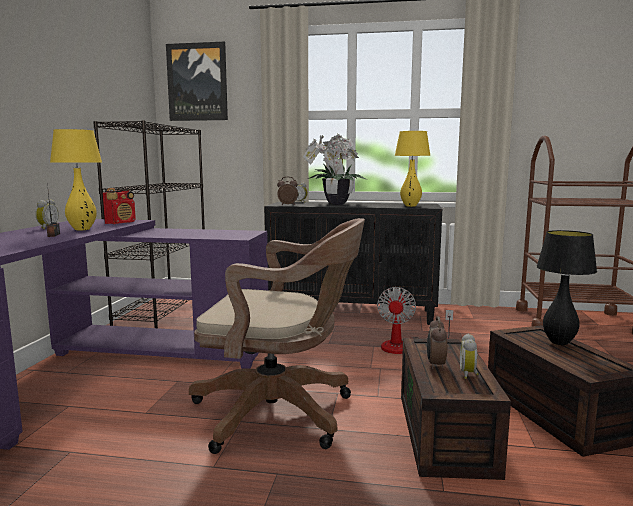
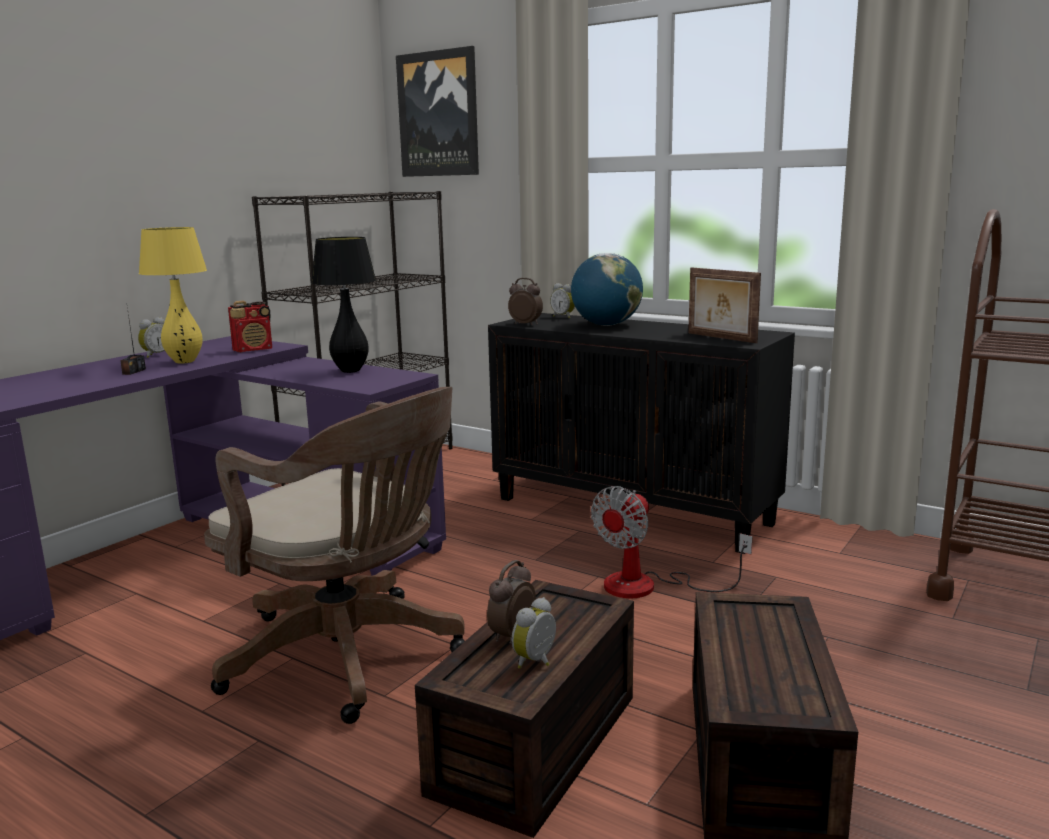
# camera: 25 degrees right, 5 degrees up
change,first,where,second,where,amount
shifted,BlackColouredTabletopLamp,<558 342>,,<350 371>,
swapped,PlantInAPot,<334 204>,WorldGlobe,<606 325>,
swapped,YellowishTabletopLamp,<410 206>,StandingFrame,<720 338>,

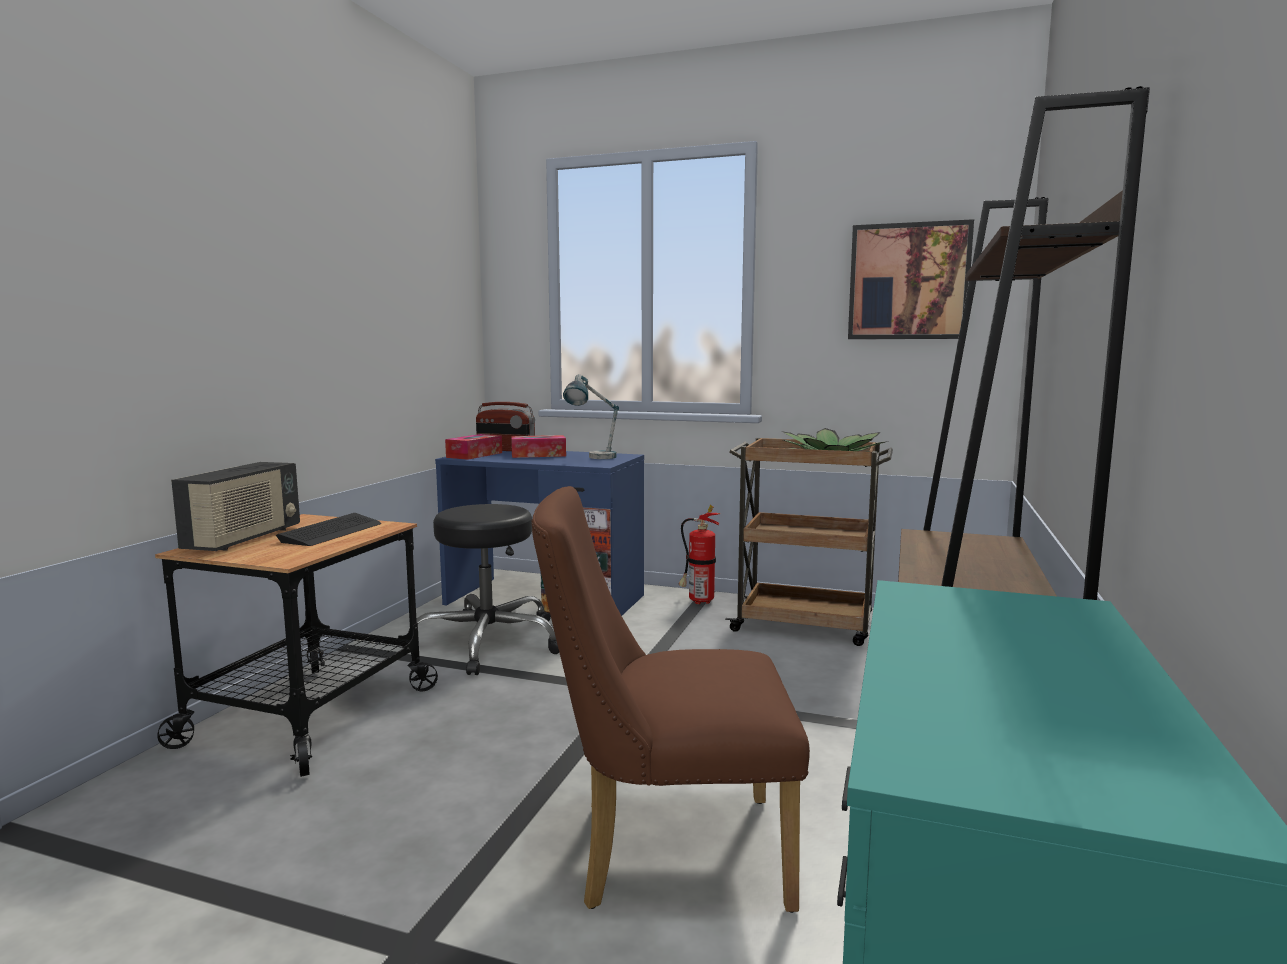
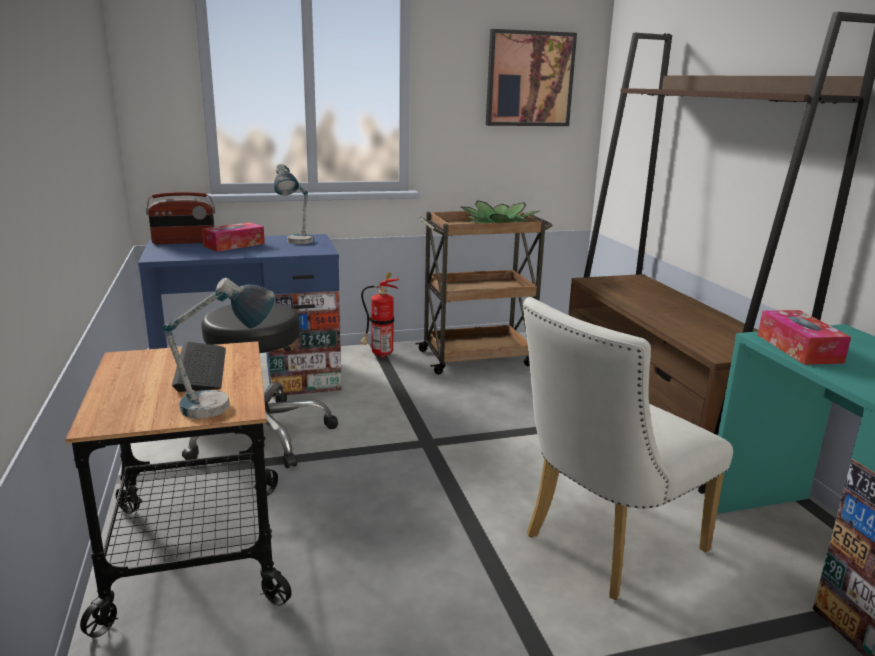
# camera: 35 degrees left, 10 degrees up
change,first,where,second,where,amount
gone,RadioSet,<244 539>,,,
new,,,TabletopLamp,<225 409>,
shifted,TissueHolder,<474 455>,,<798 348>,
repainted,BrownishChair,<664 852>,WhiteColouredChair,<604 546>,

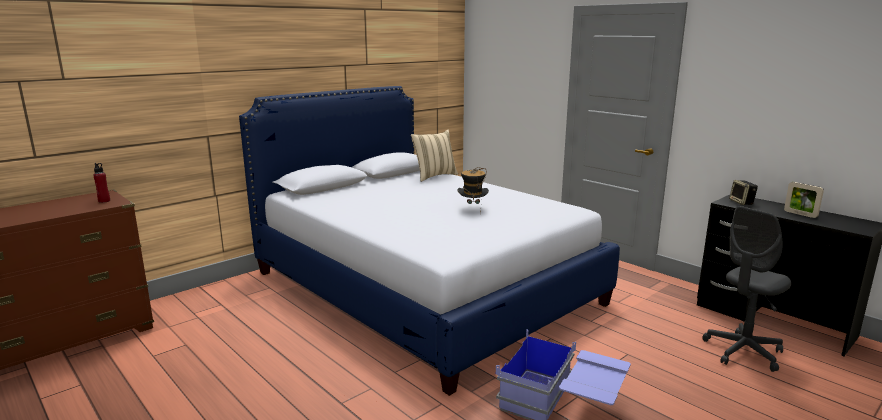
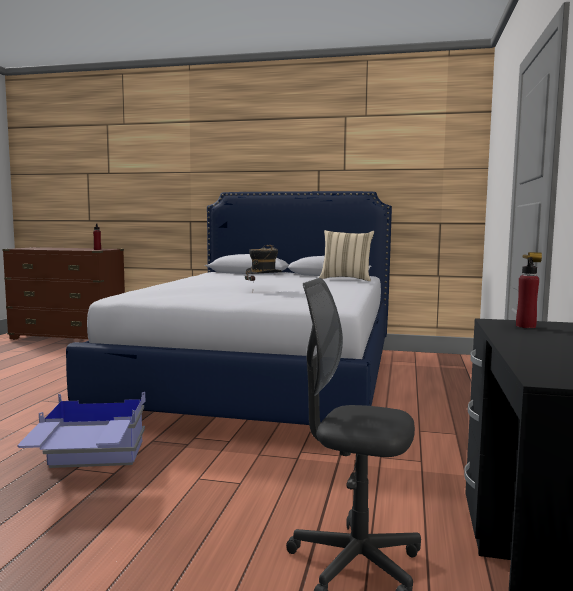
# camera: 55 degrees right, 10 degrees down
change,first,where,second,where,amount
gone,StandingFrame,<800 214>,,,
swapped,Loudspeaker,<742 202>,ReddishDrinkBottle,<525 326>,

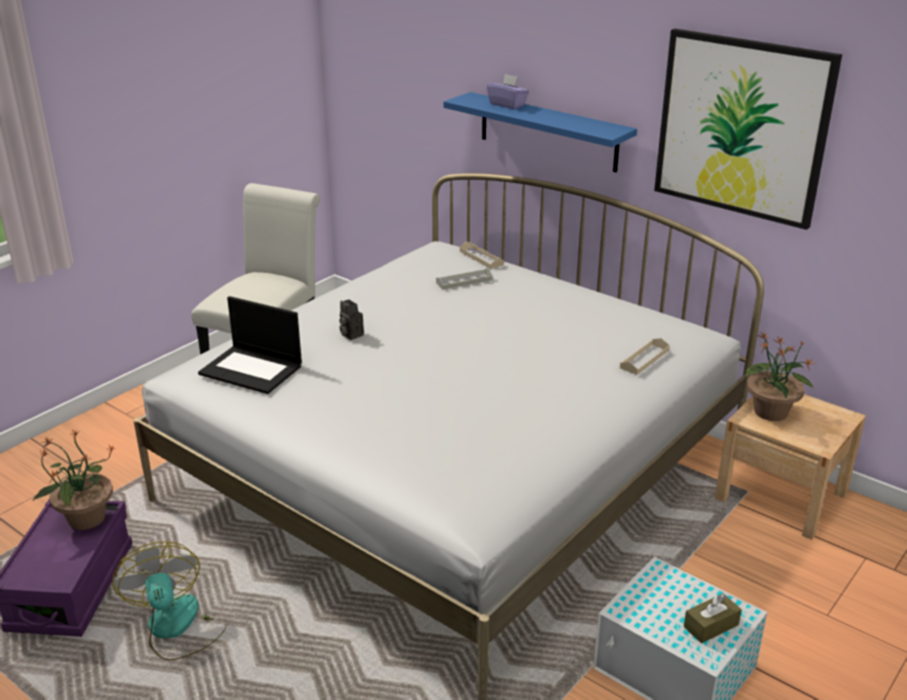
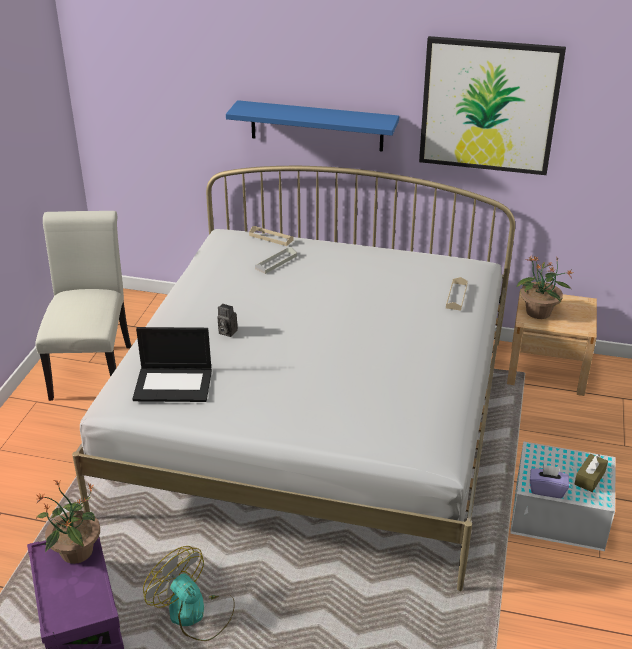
# camera: 25 degrees left, 5 degrees up
change,first,where,second,where,amount
shifted,PurplishTissueHolder,<507 104>,,<547 489>,

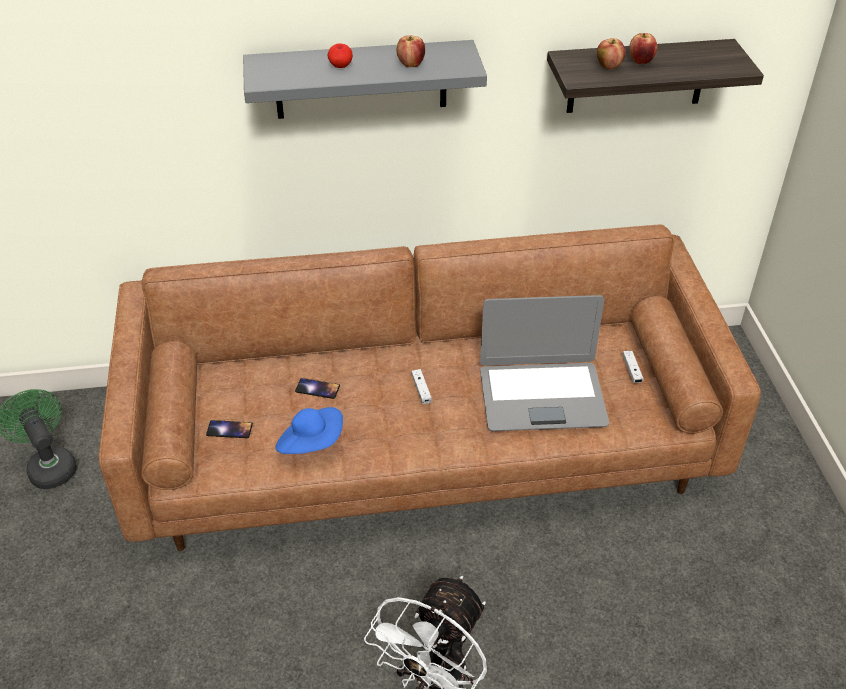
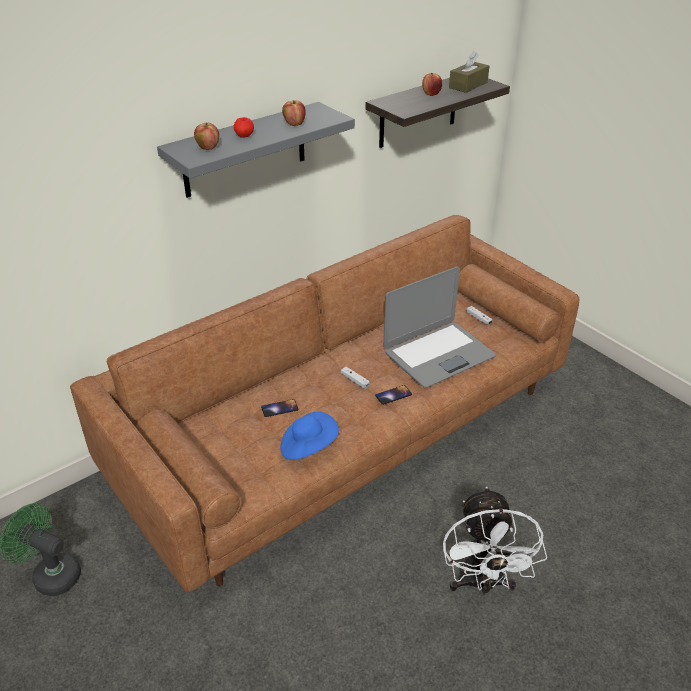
# camera: 30 degrees left, 5 degrees down
change,first,where,second,where,amount
new,,,BrownishTissueHolder,<468 85>,
shifted,Handset,<229 429>,,<393 395>,
shifted,WholeApple,<609 66>,,<208 148>,

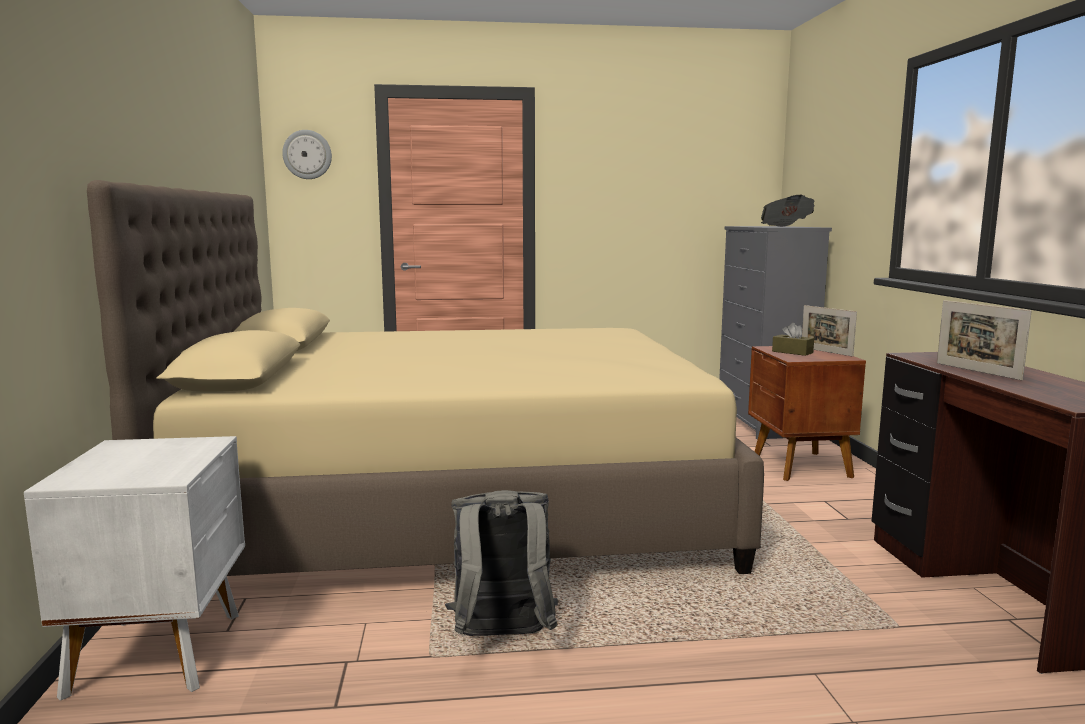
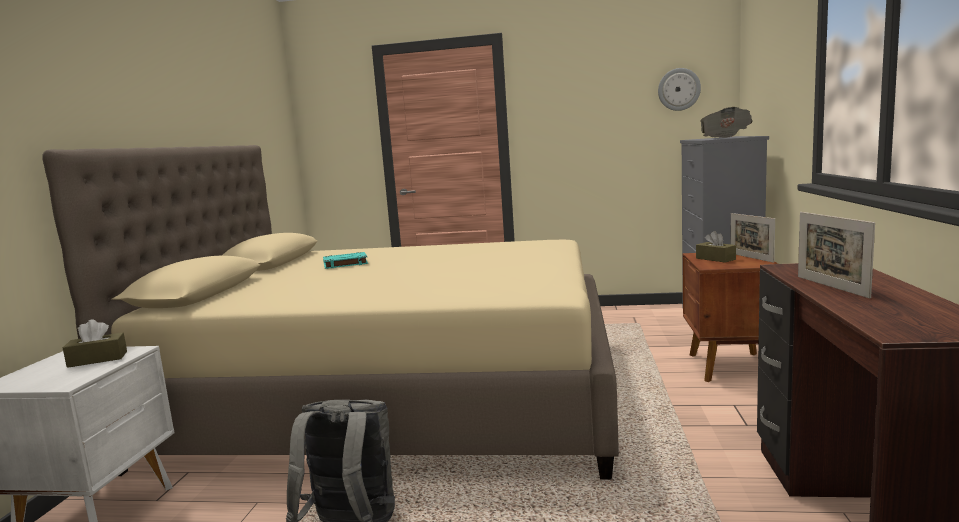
# camera: 15 degrees right, 0 degrees up
change,first,where,second,where,amount
new,,,BrownishTissueHolder,<97 359>,
new,,,BlueGreenBook,<345 264>,
shifted,WallClock,<307 154>,,<679 89>,

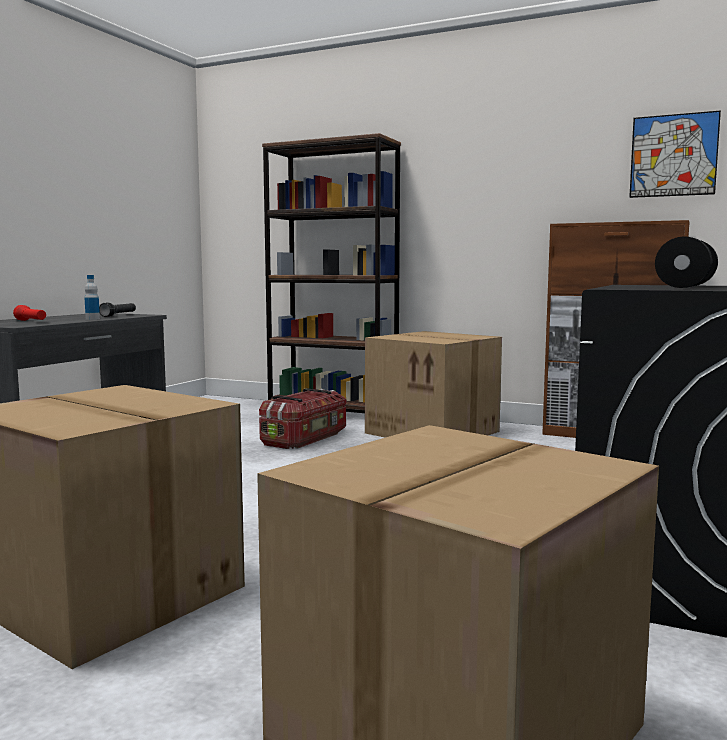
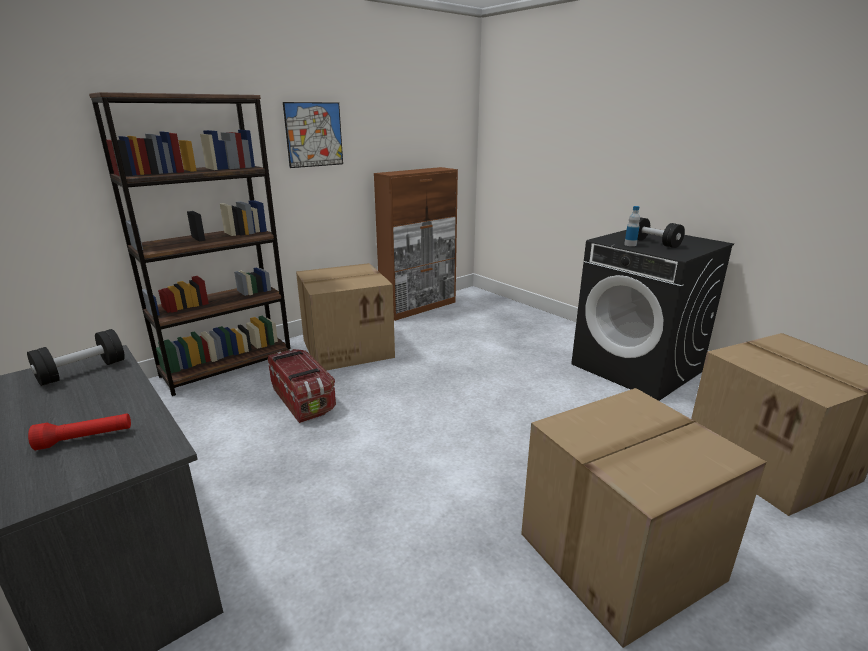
# camera: 65 degrees left, 15 degrees up
change,first,where,second,where,amount
shifted,DrinkBottle,<92 319>,,<630 244>,
shifted,Picture,<673 155>,,<314 134>,
swapped,BlackColouredHandTorch,<119 315>,BlackColouredFreeWeight,<82 371>,

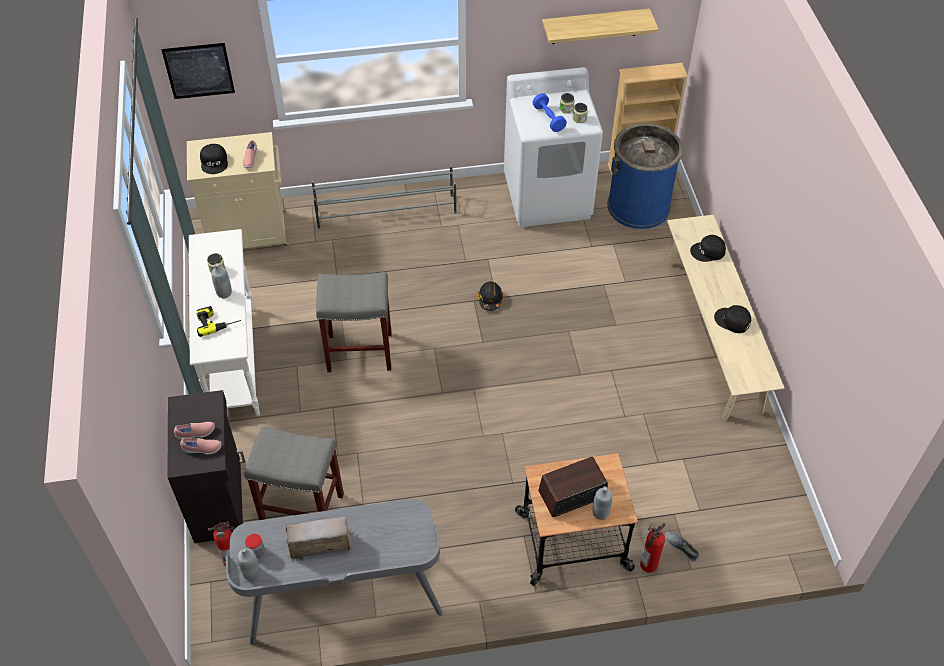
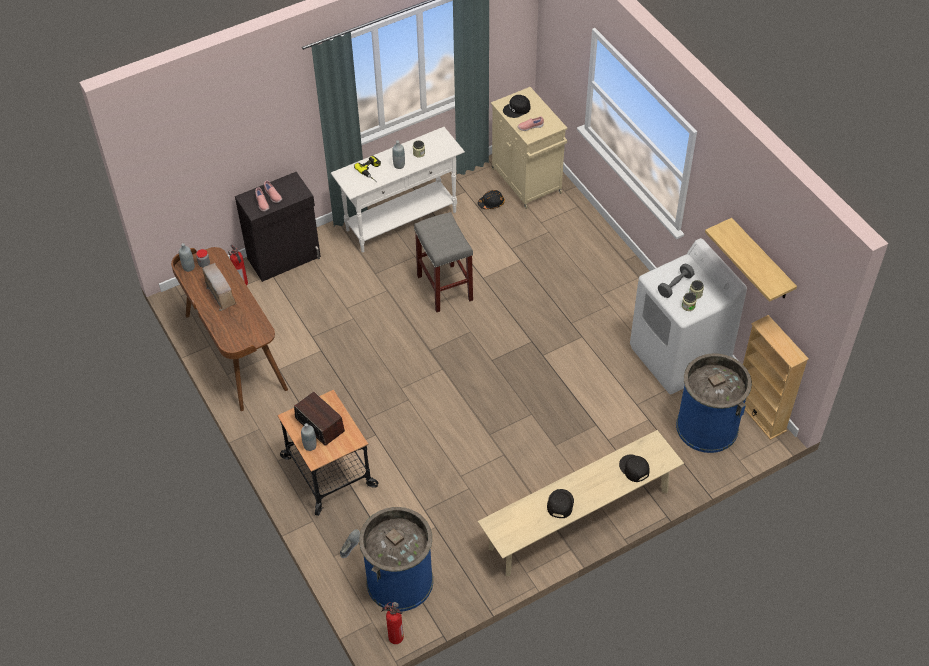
# camera: 70 degrees right, 0 degrees up
change,first,where,second,where,amount
gone,Picture,<199 70>,,,
gone,GreyishStool,<304 510>,,,
gone,GreyishShoeRack,<387 212>,,,
new,,,BluishWasteBin,<399 581>,
shifted,BlackColouredWorkHelmet,<490 299>,,<491 203>,
shifted,Extinguisher,<648 565>,,<394 637>,
repainted,GreyishDesk,<344 599>,BrownishDesk,<234 352>,
repainted,BluishFreeWeight,<548 119>,GreyishFreeWeight,<675 285>,

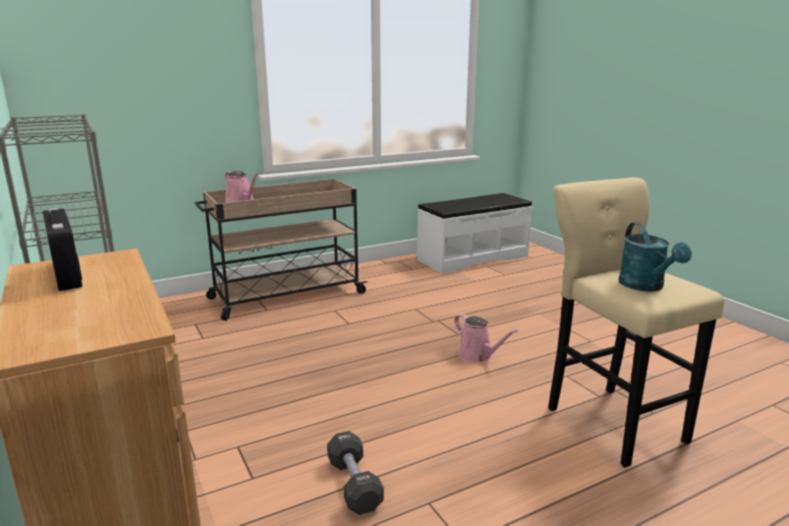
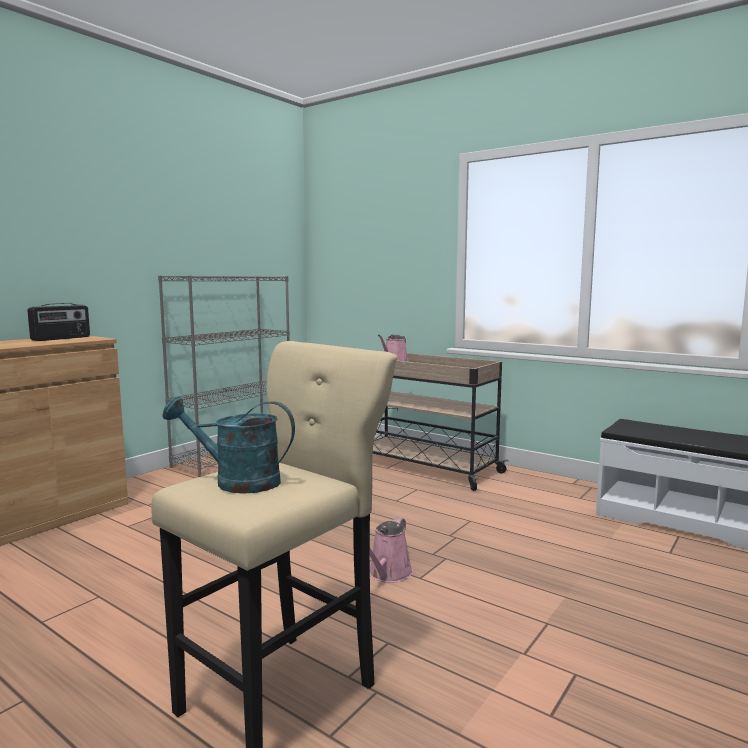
# camera: 65 degrees right, 10 degrees down
change,first,where,second,where,amount
gone,BlackColouredFreeWeight,<354 484>,,,
rotated,BlueGreenSprinklingCan,<646 286>,,<236 482>,45 degrees clockwise

